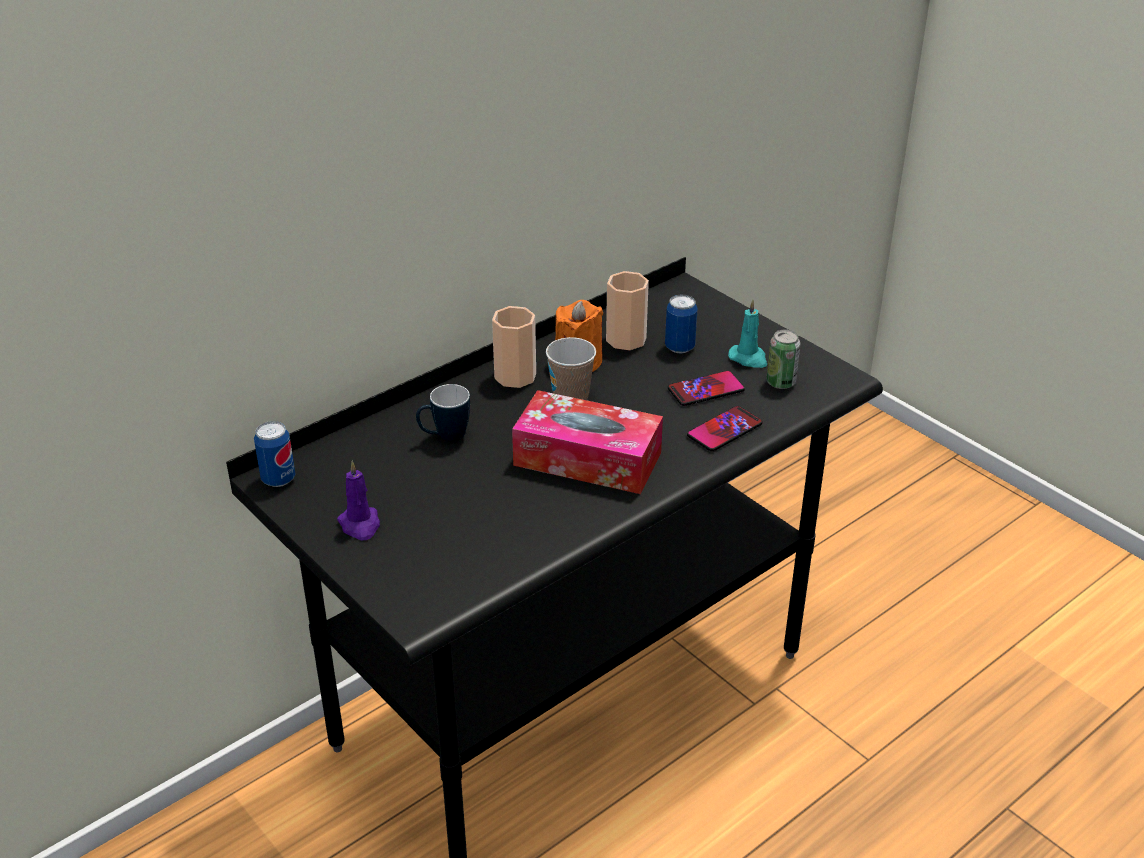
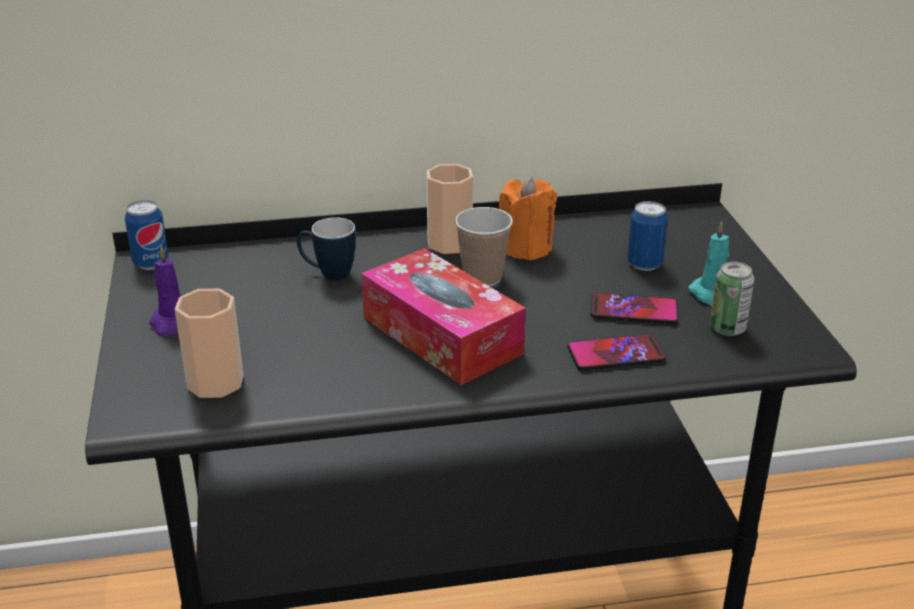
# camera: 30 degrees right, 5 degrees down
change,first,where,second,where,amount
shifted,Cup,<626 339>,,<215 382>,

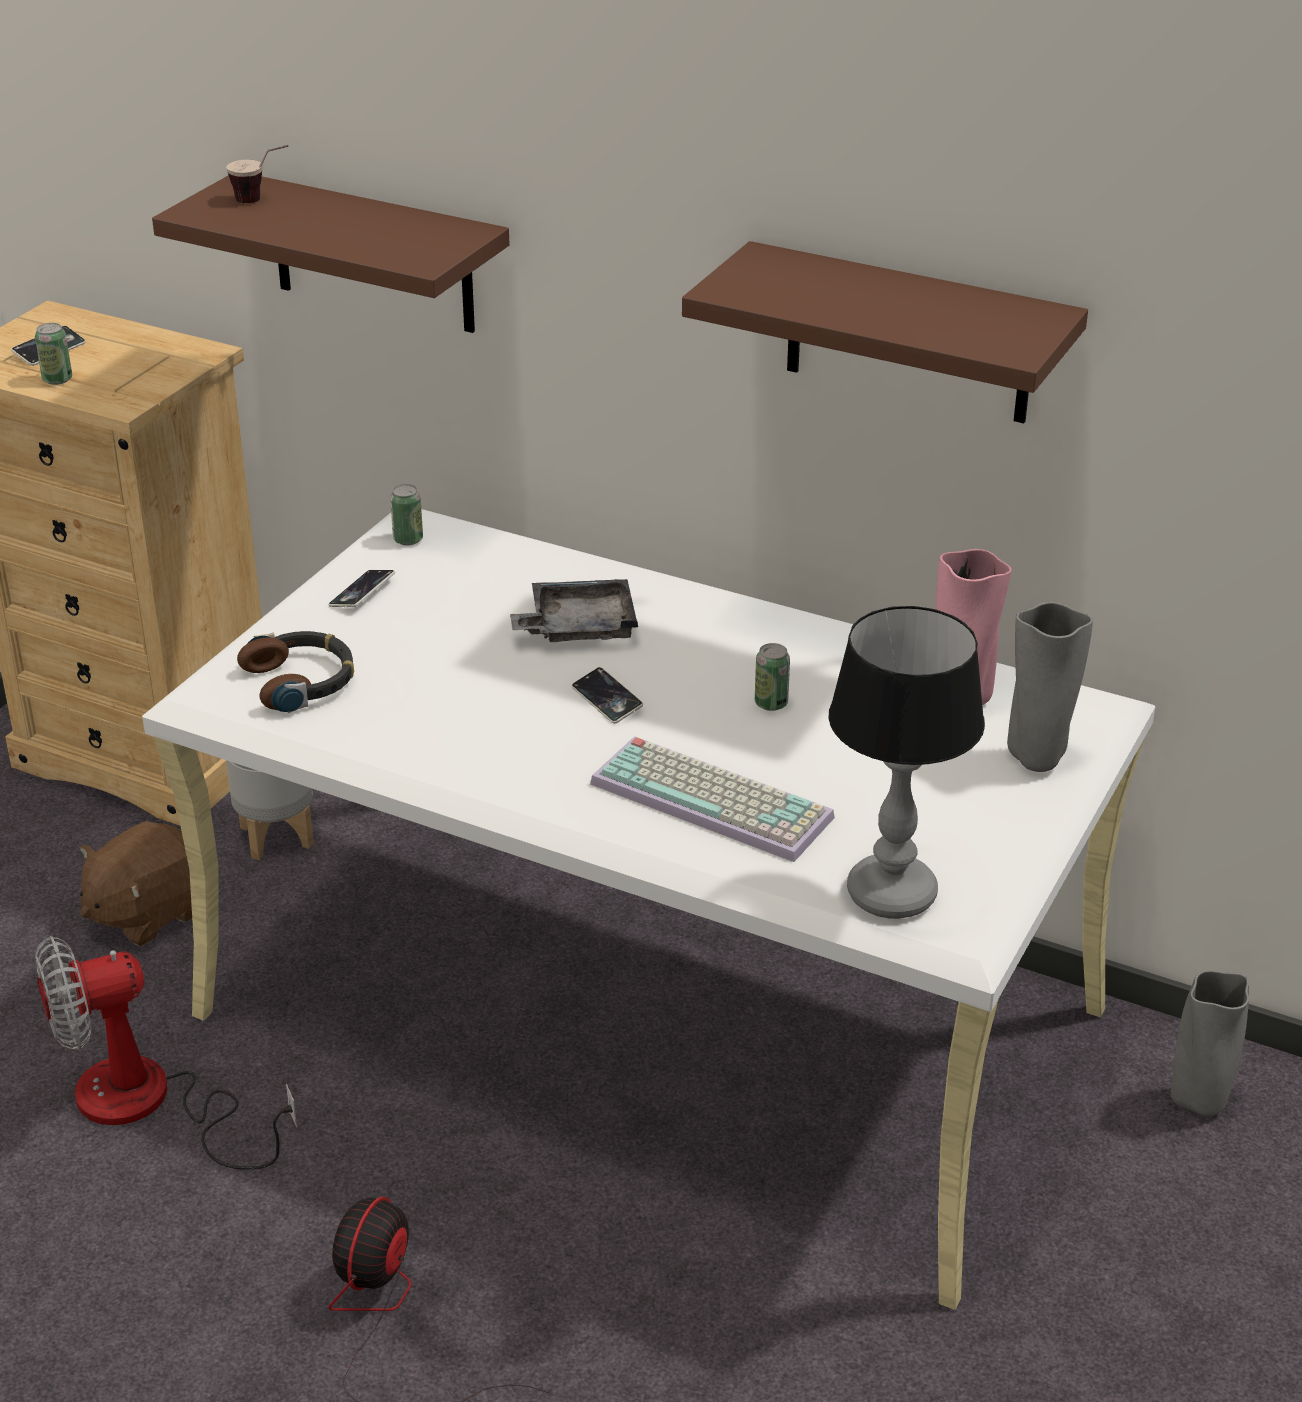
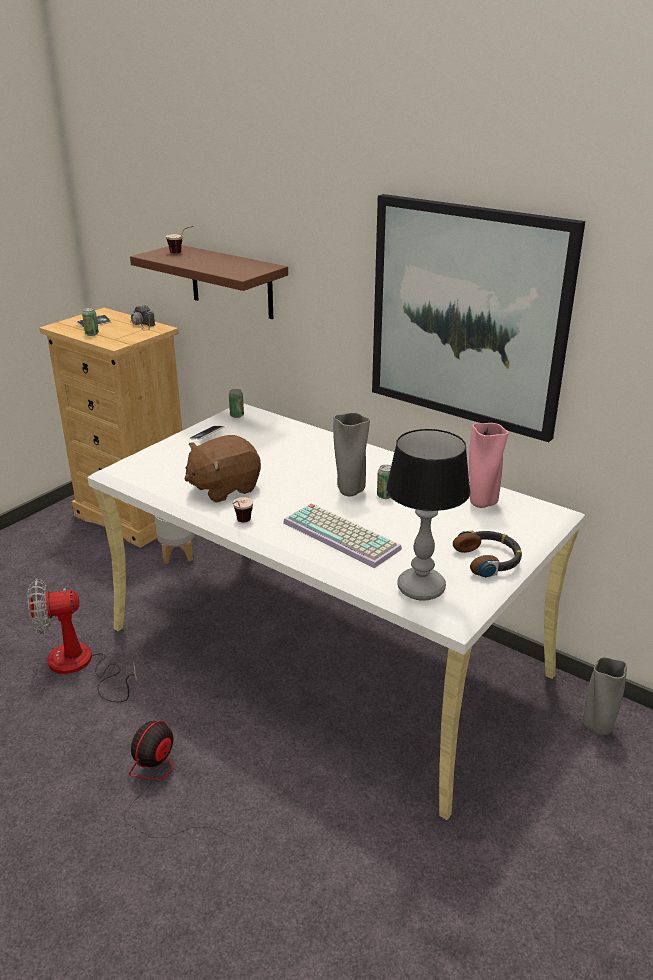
# camera: 10 degrees right, 5 degrees down
change,first,where,second,where,amount
gone,GreyishCarryingTray,<578 627>,,,
gone,Handset,<607 700>,,,
new,,,PhotoCamera,<142 324>,
new,,,Cup,<241 523>,
shifted,BrownishCuddlyToy,<148 913>,,<223 488>,
shifted,Headphones,<301 681>,,<488 559>,
shifted,GreyishVase,<1036 759>,,<350 491>,
swapped,BrownishWallShelf,<909 335>,Picture,<468 315>,

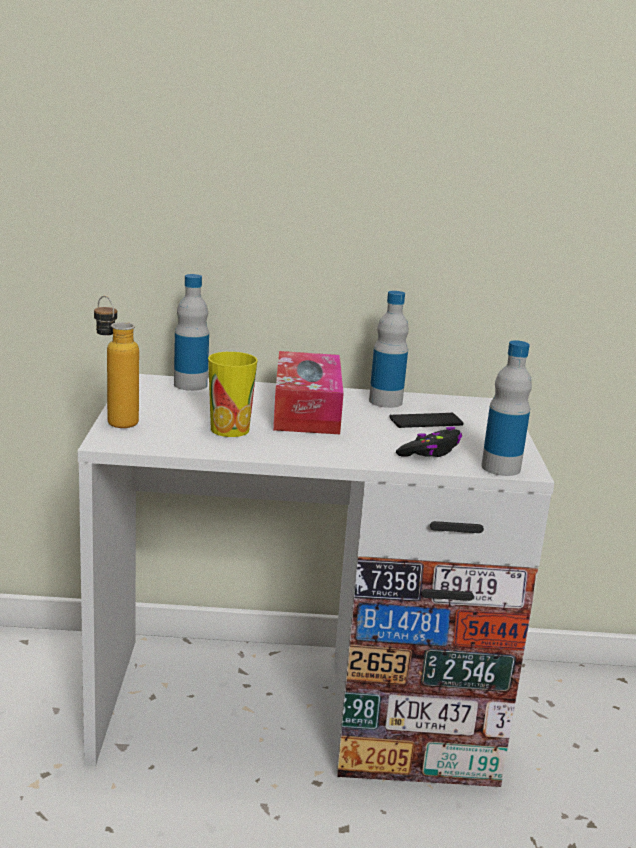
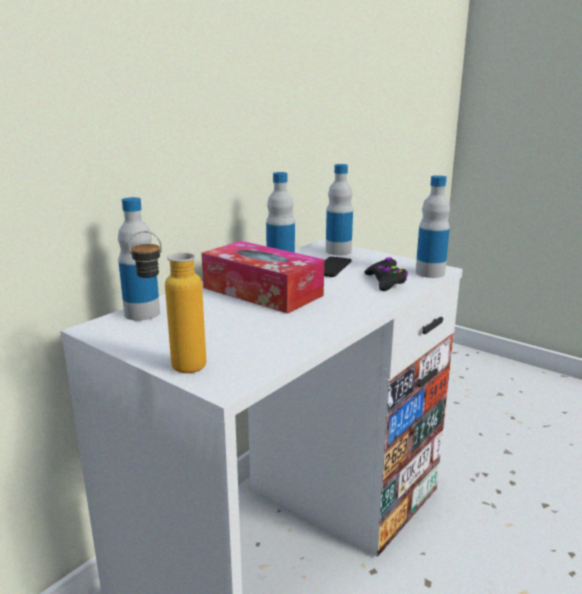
# camera: 50 degrees left, 0 degrees up
change,first,where,second,where,amount
gone,Cup,<230 429>,,,
new,,,DrinkBottle,<338 251>,

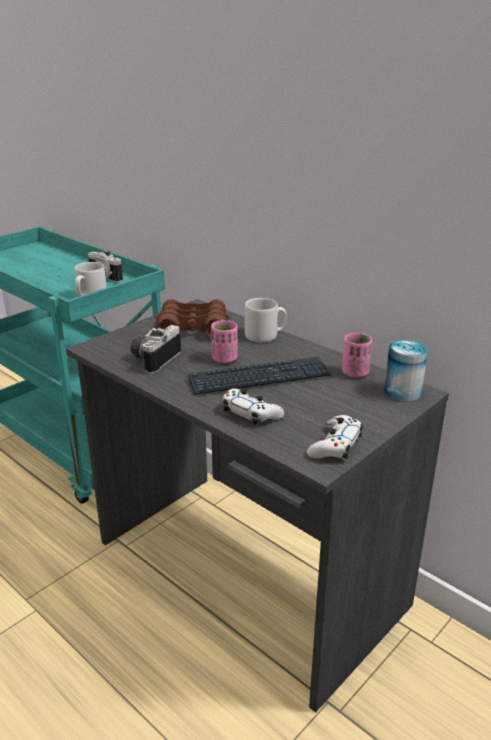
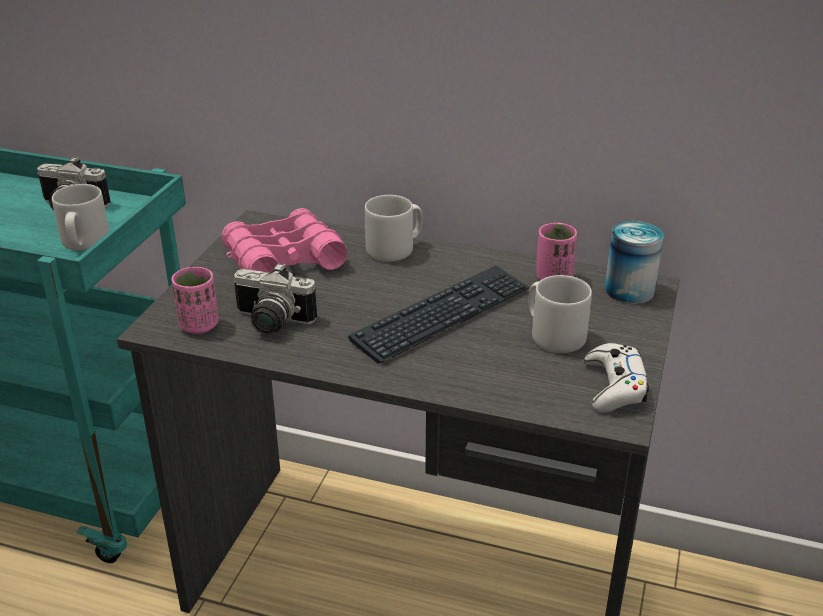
# camera: 25 degrees left, 5 degrees up
change,first,where,second,where,amount
gone,WhiteColouredGamepad,<251 413>,,,
new,,,GreyishMug,<553 335>,
shifted,PinkColouredCup,<224 359>,,<199 325>,
repainted,BrownishPairOfBinoculars,<193 328>,PinkColouredPairOfBinoculars,<284 259>,
rotated,PhotoCamera,<153 359>,,<270 323>,75 degrees counterclockwise

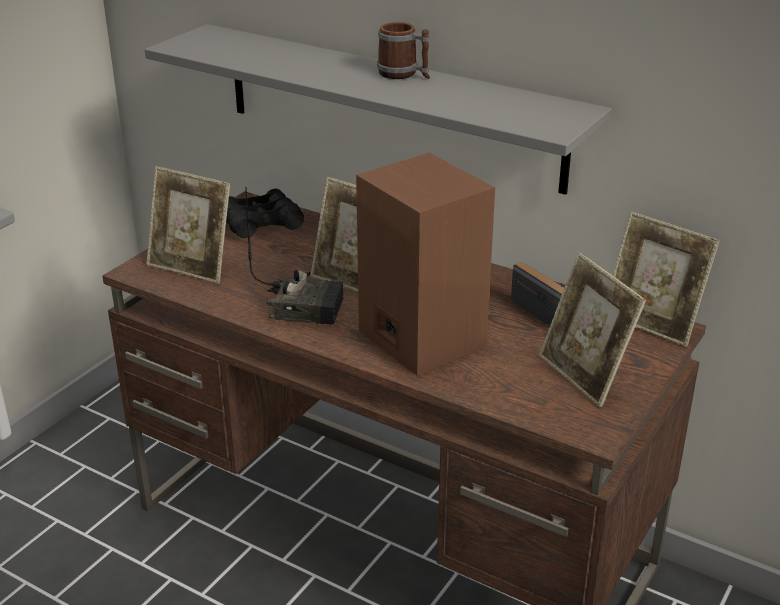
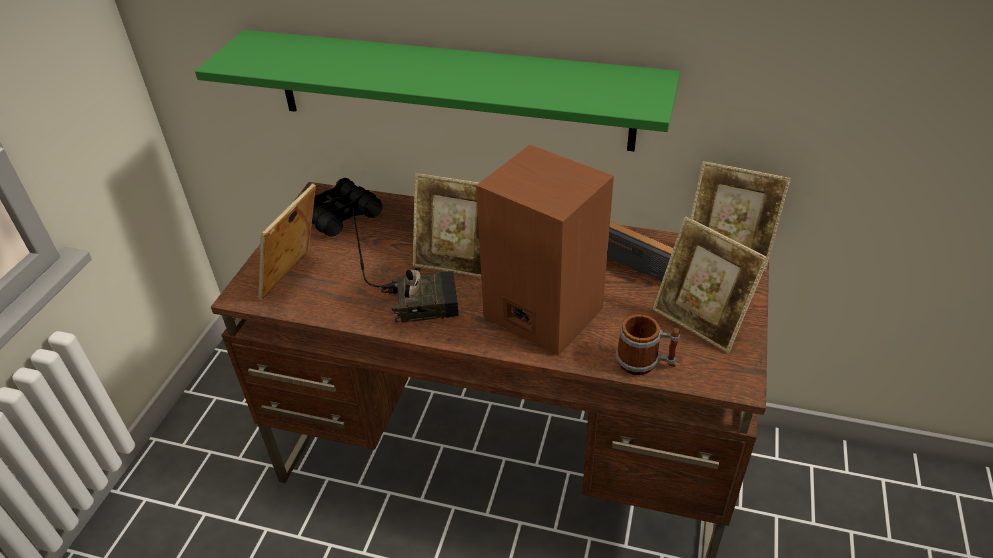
# camera: 15 degrees left, 10 degrees up
change,first,where,second,where,amount
shifted,Mug,<404 74>,,<645 362>,
repainted,GreyishWallShelf,<390 106>,GreenishWallShelf,<451 90>,
rotated,StandingFrame,<192 267>,,<296 279>,105 degrees clockwise

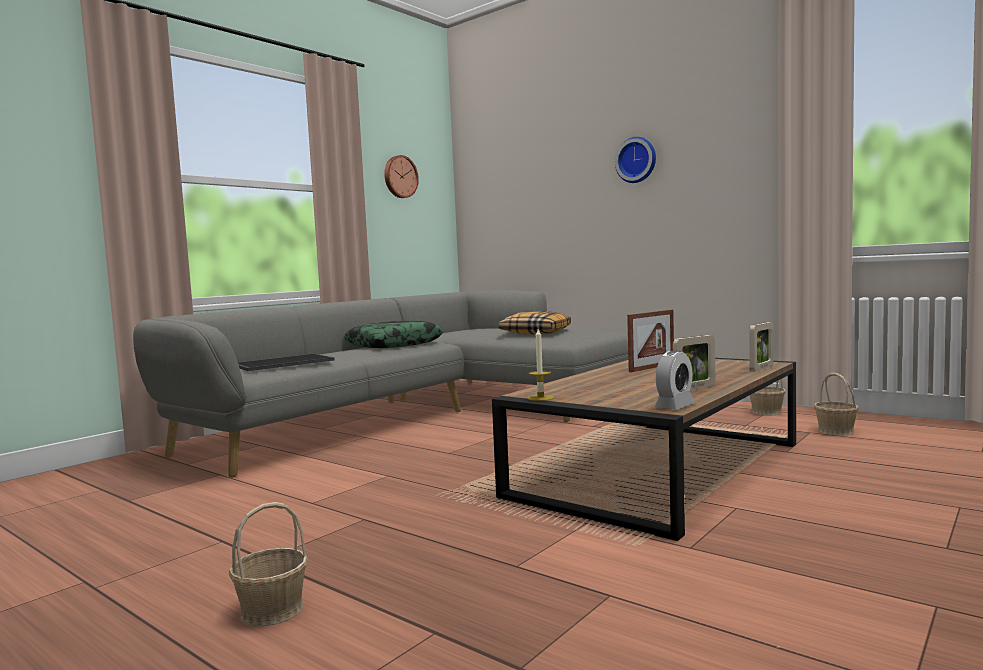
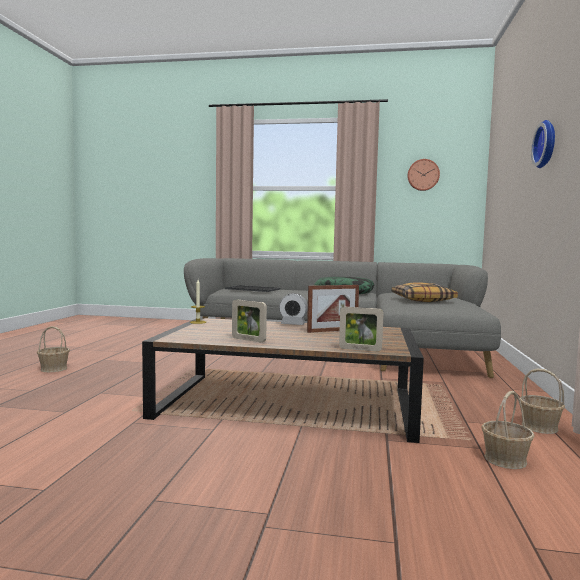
# camera: 60 degrees right, 0 degrees up
change,first,where,second,where,amount
shifted,TableClock,<674 406>,,<293 324>,
rotated,StandingFrame,<652 367>,,<332 330>,45 degrees counterclockwise

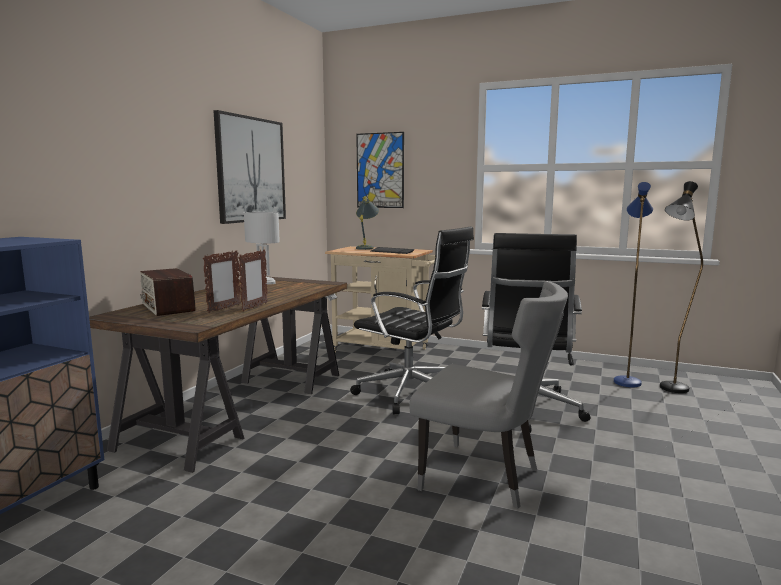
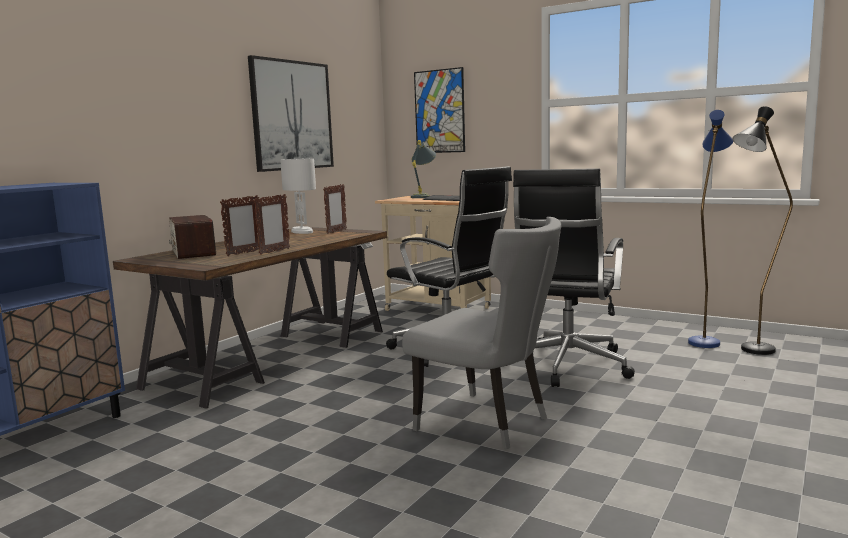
# camera: 10 degrees right, 0 degrees up
change,first,where,second,where,amount
new,,,StandingFrame,<336 231>,

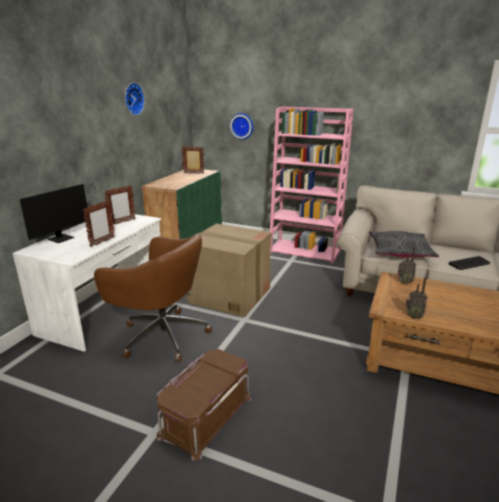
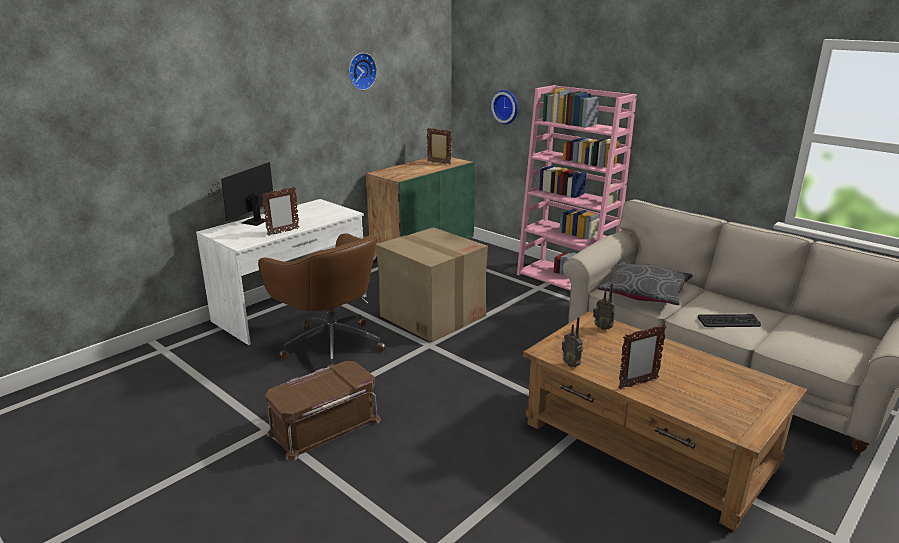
# camera: 20 degrees right, 0 degrees up
change,first,where,second,where,amount
shifted,StandingFrame,<122 222>,,<637 384>,
rotated,ComputerDisplay,<64 237>,,<252 222>,150 degrees clockwise

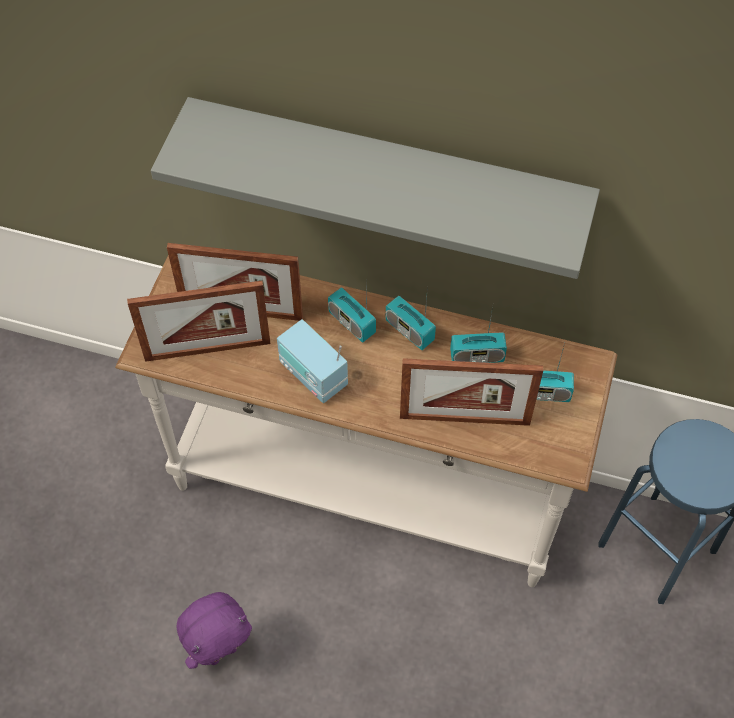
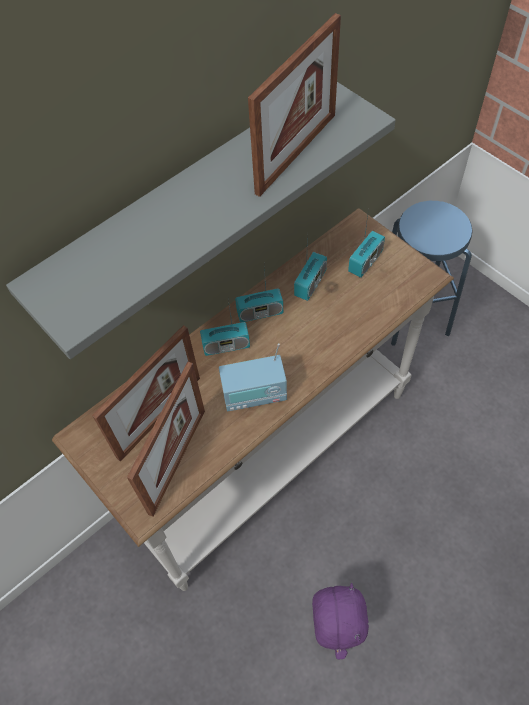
# camera: 55 degrees left, 0 degrees up
change,first,where,second,where,amount
shifted,StandingFrame,<464 419>,,<296 153>,

